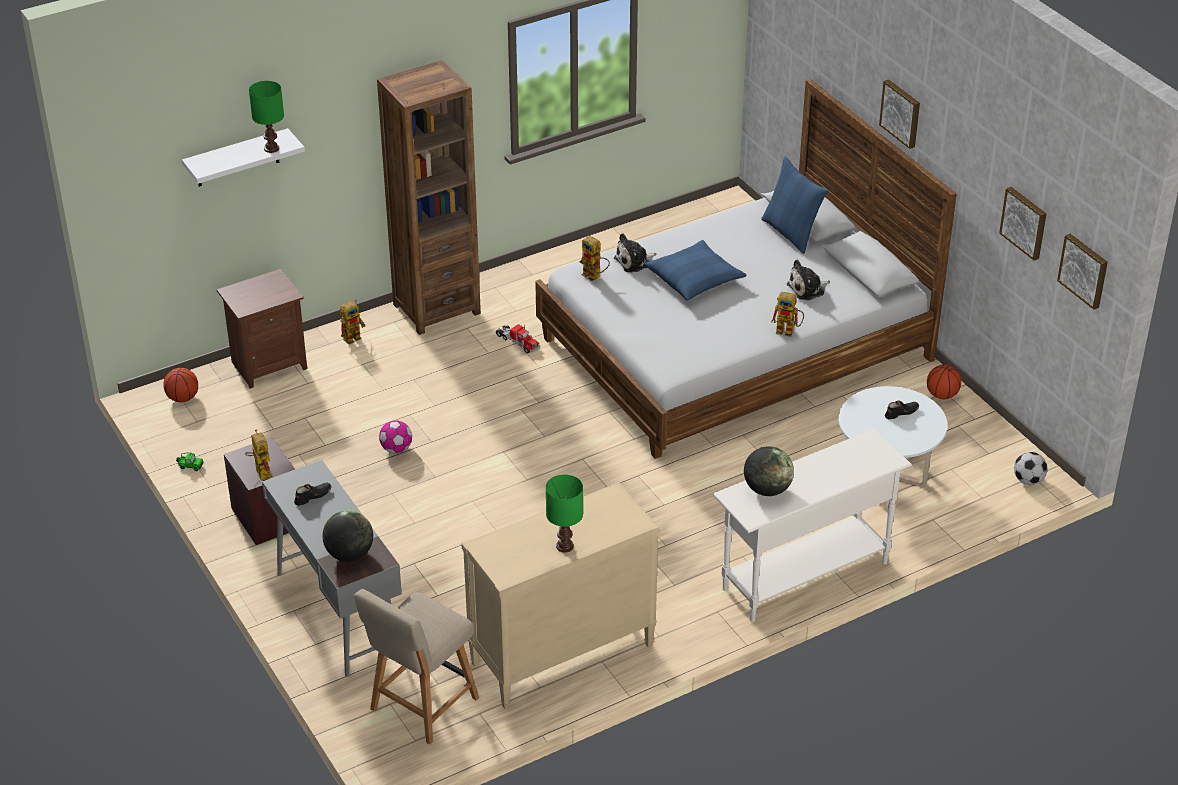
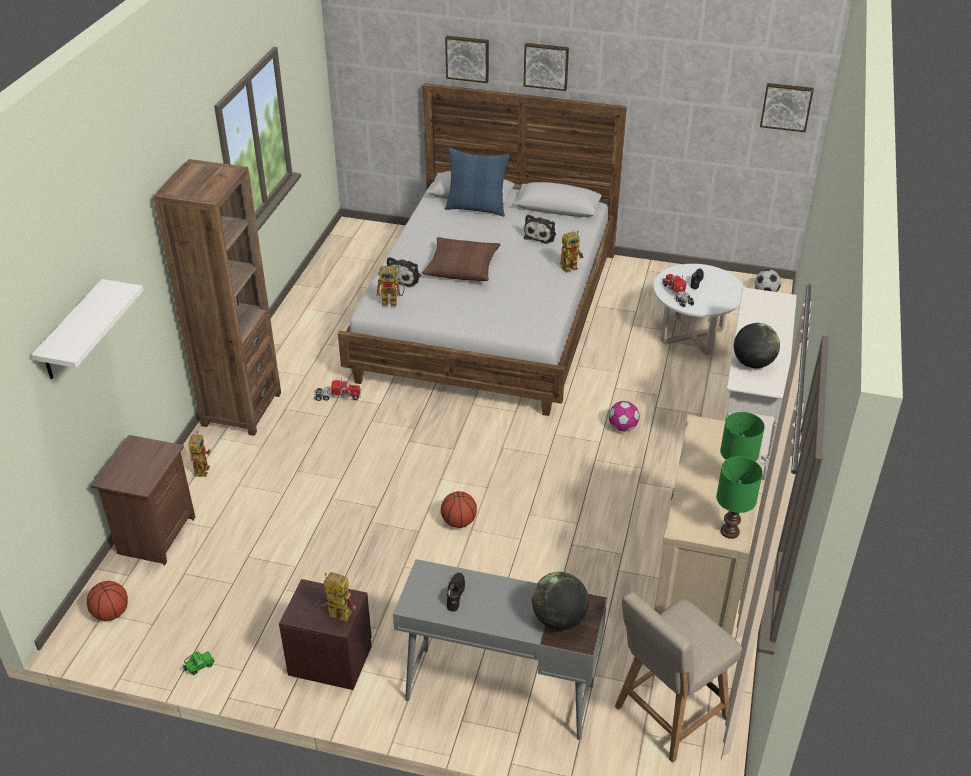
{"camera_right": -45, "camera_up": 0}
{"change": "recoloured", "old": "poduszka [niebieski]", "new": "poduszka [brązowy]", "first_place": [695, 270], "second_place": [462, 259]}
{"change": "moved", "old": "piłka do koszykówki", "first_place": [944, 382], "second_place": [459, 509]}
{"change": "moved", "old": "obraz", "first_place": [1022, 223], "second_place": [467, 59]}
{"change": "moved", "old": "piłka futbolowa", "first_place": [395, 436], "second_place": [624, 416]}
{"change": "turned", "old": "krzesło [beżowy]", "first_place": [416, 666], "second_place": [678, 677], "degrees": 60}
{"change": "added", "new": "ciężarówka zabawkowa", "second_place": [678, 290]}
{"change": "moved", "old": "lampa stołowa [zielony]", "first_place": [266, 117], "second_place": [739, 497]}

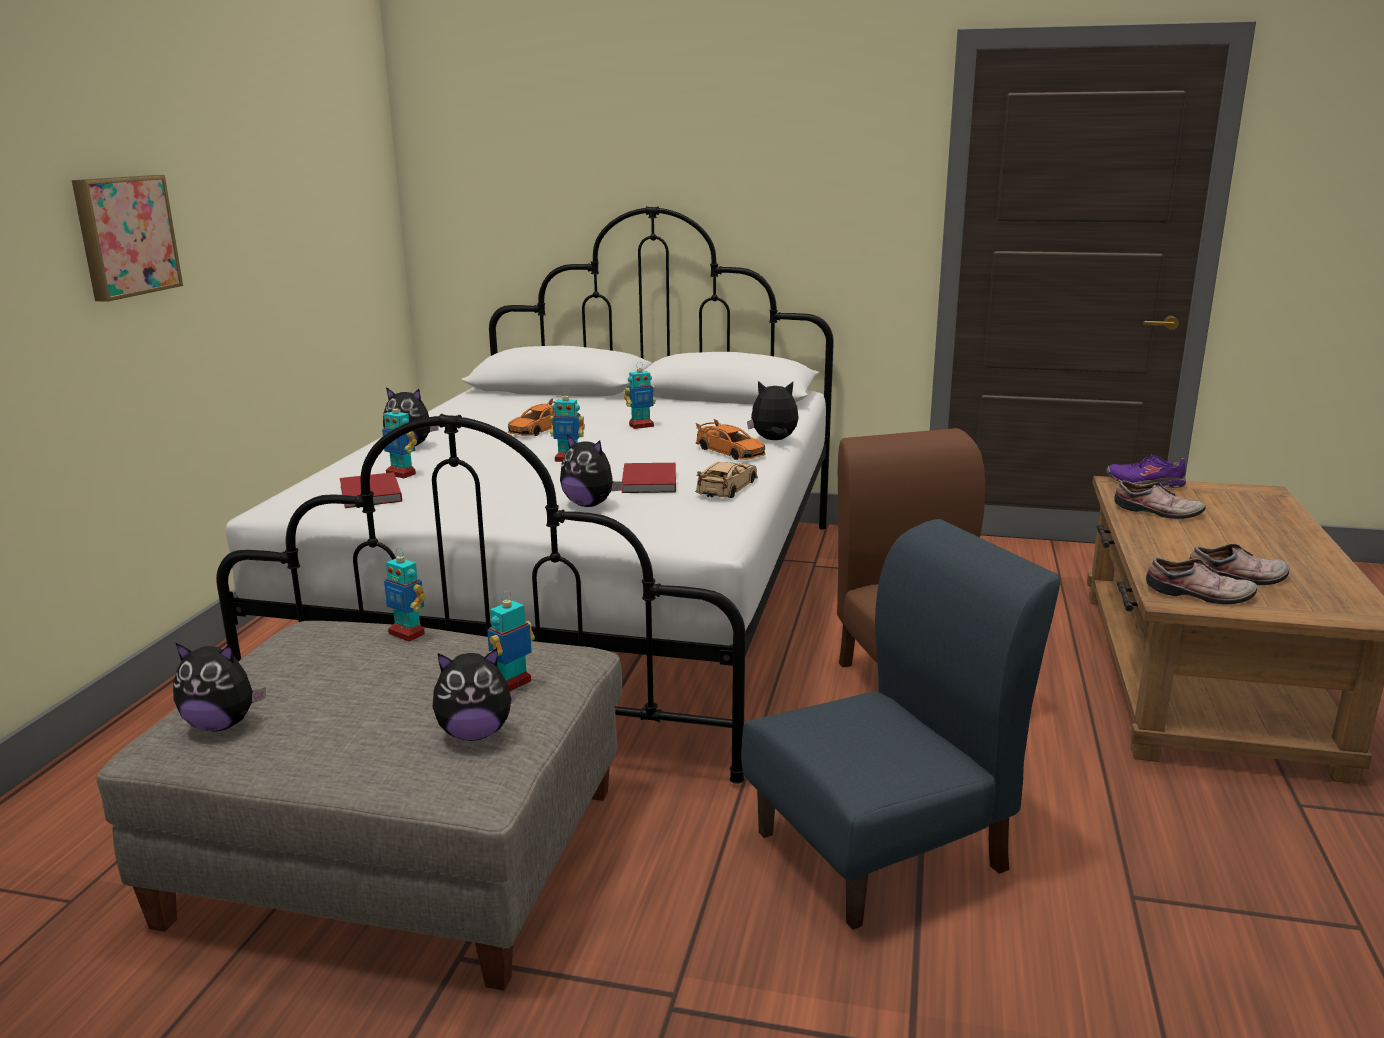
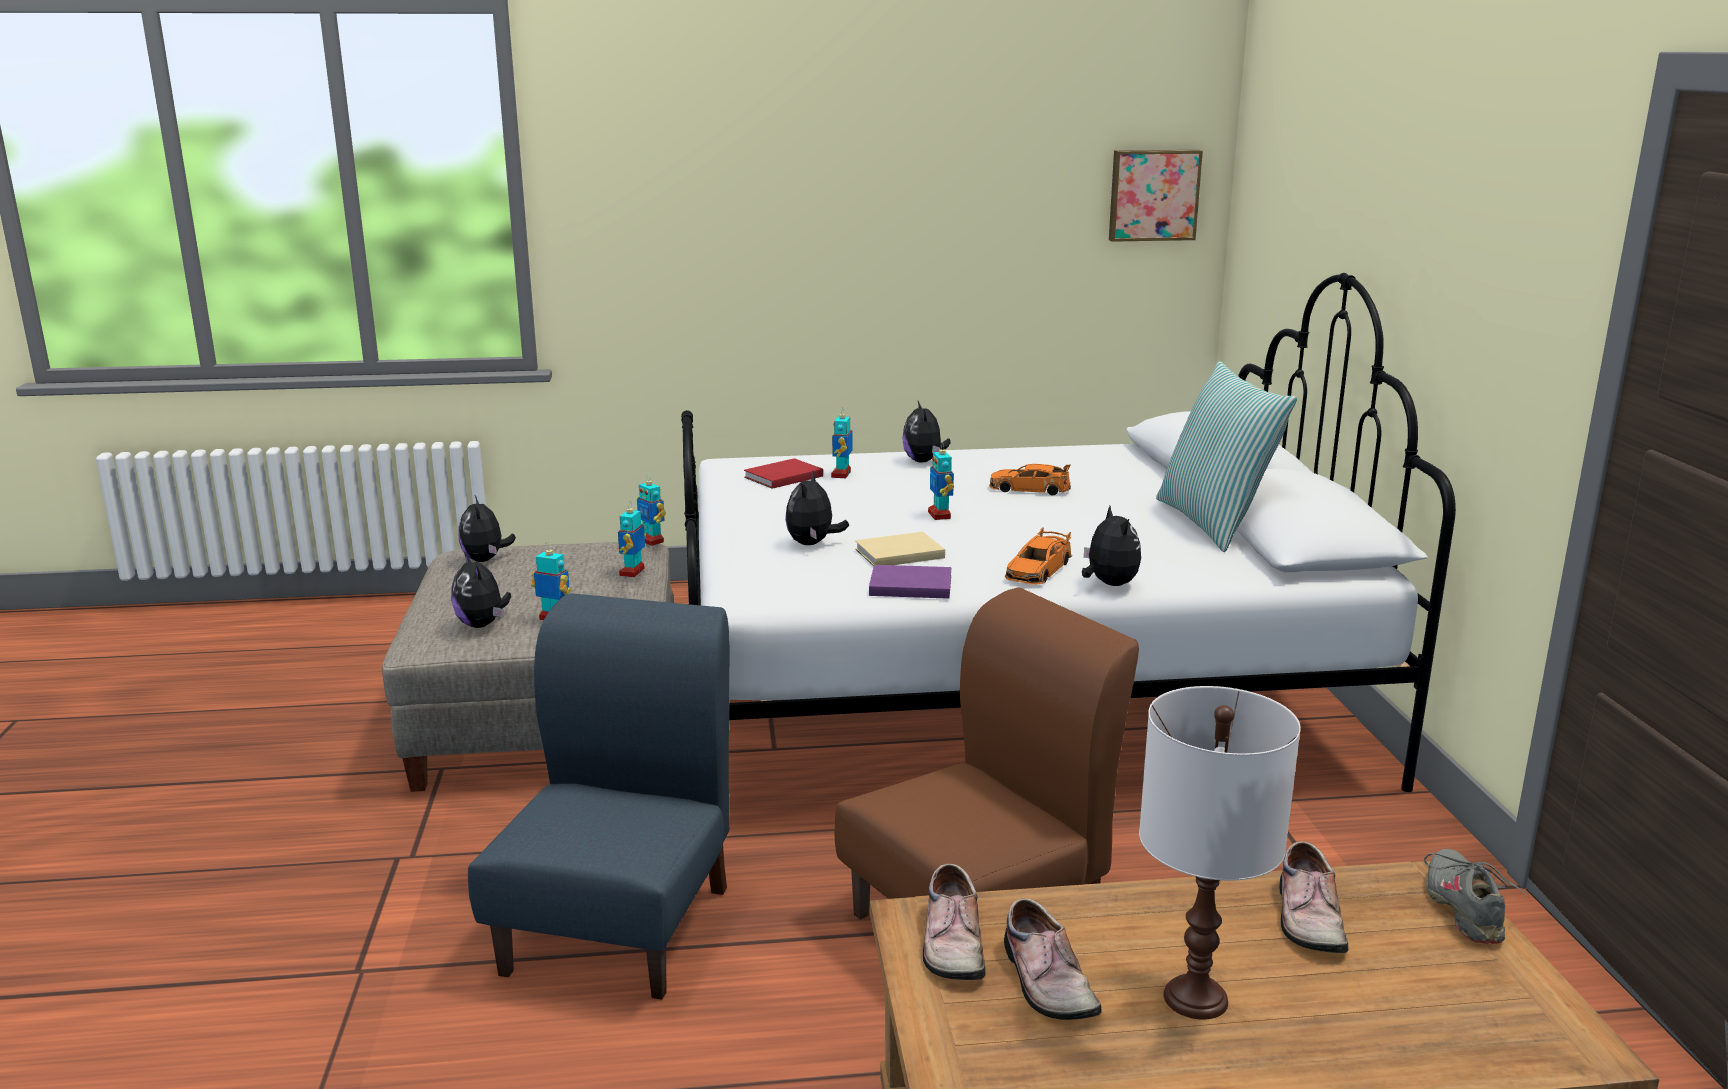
{"camera_right": 70, "camera_up": 0}
{"change": "turned", "old": "krzesło [niebieski]", "first_place": [900, 724], "second_place": [599, 796], "degrees": -120}
{"change": "moved", "old": "robot zabawkowy", "first_place": [640, 395], "second_place": [651, 510]}
{"change": "recoloured", "old": "książka [czerwony]", "new": "książka [beżowy]", "first_place": [649, 478], "second_place": [900, 549]}
{"change": "replaced", "old": "samochodzik [beżowy]", "new": "książka [fioletowy]", "first_place": [726, 480], "second_place": [910, 582]}
{"change": "moved", "old": "obraz", "first_place": [127, 238], "second_place": [1156, 196]}
{"change": "added", "new": "lampa stołowa [biały]", "second_place": [1220, 853]}
{"change": "added", "new": "poduszka", "second_place": [1226, 456]}
{"change": "recoloured", "old": "but [fioletowy]", "new": "but [szary]", "first_place": [1146, 471], "second_place": [1476, 896]}

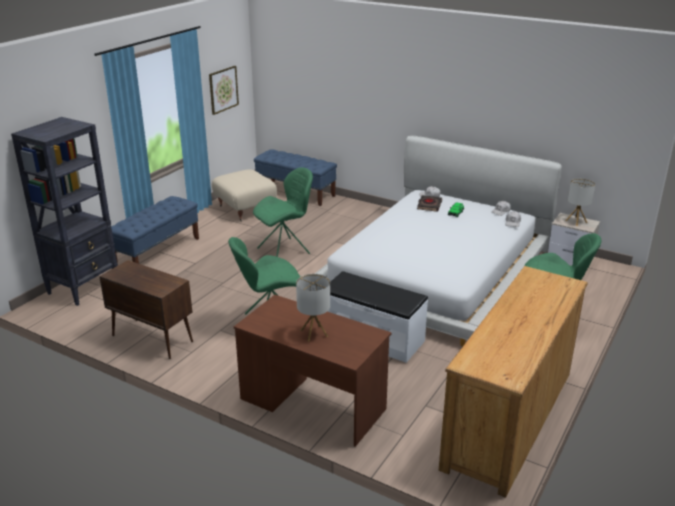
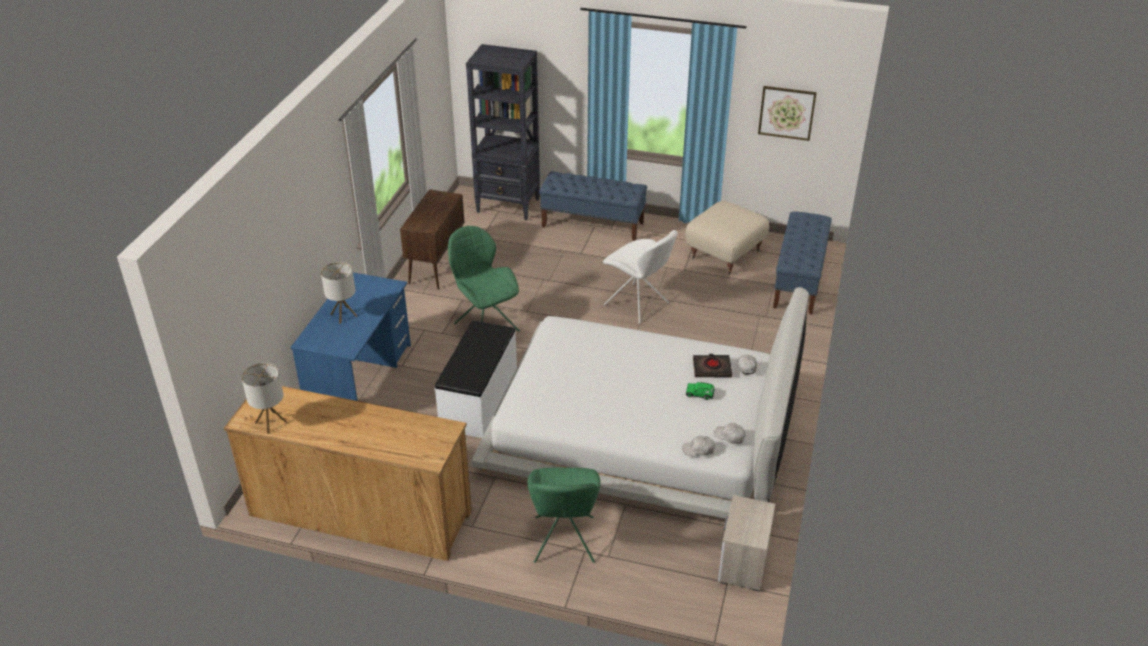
{"camera_right": 75, "camera_up": 10}
{"change": "moved", "old": "lampa stołowa", "first_place": [580, 202], "second_place": [265, 398]}
{"change": "recoloured", "old": "biurko [brązowy]", "new": "biurko [niebieski]", "first_place": [313, 371], "second_place": [350, 337]}
{"change": "recoloured", "old": "krzesło [zielony]", "new": "krzesło [biały]", "first_place": [283, 212], "second_place": [640, 277]}

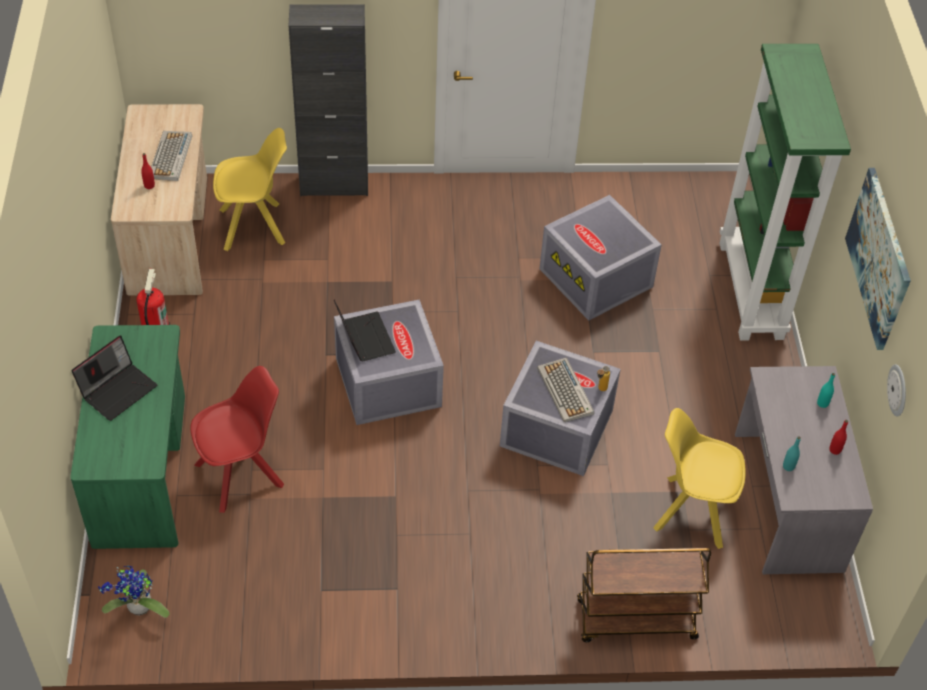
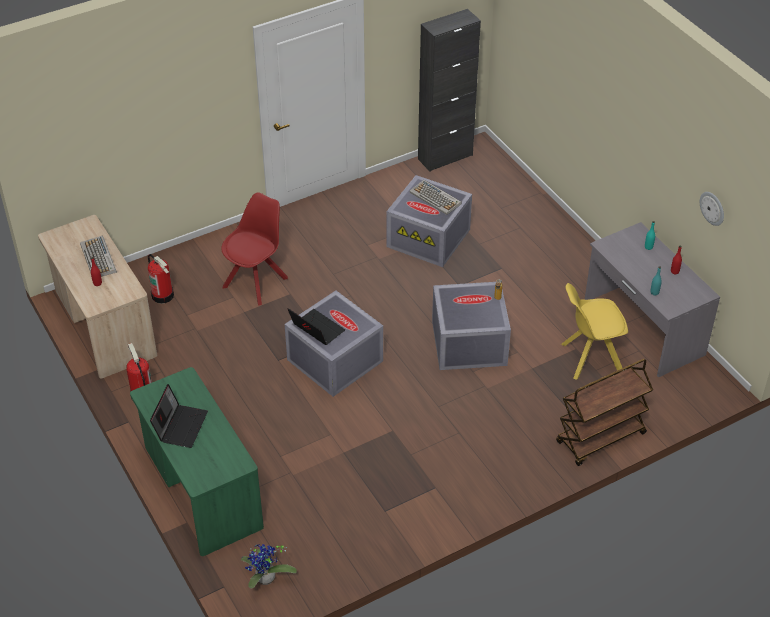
{"camera_right": -25, "camera_up": -5}
{"change": "replaced", "old": "krzesło [żółty]", "new": "gaśnica", "first_place": [250, 189], "second_place": [161, 279]}
{"change": "moved", "old": "krzesło [czerwony]", "first_place": [237, 439], "second_place": [254, 249]}
{"change": "moved", "old": "klawiatura", "first_place": [565, 390], "second_place": [435, 197]}
{"change": "moved", "old": "szafka [czarny]", "first_place": [328, 100], "second_place": [449, 90]}
{"change": "removed", "old": "regał [zielony]", "first_place": [785, 192]}
{"change": "removed", "old": "obraz", "first_place": [878, 259]}

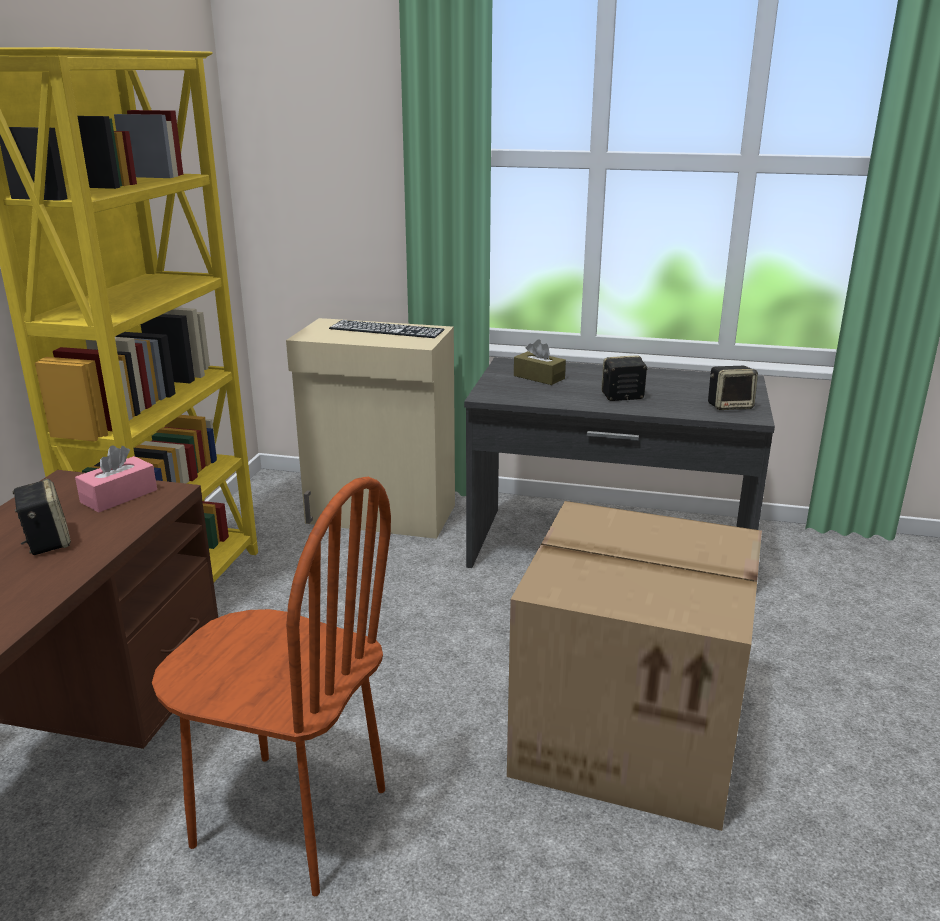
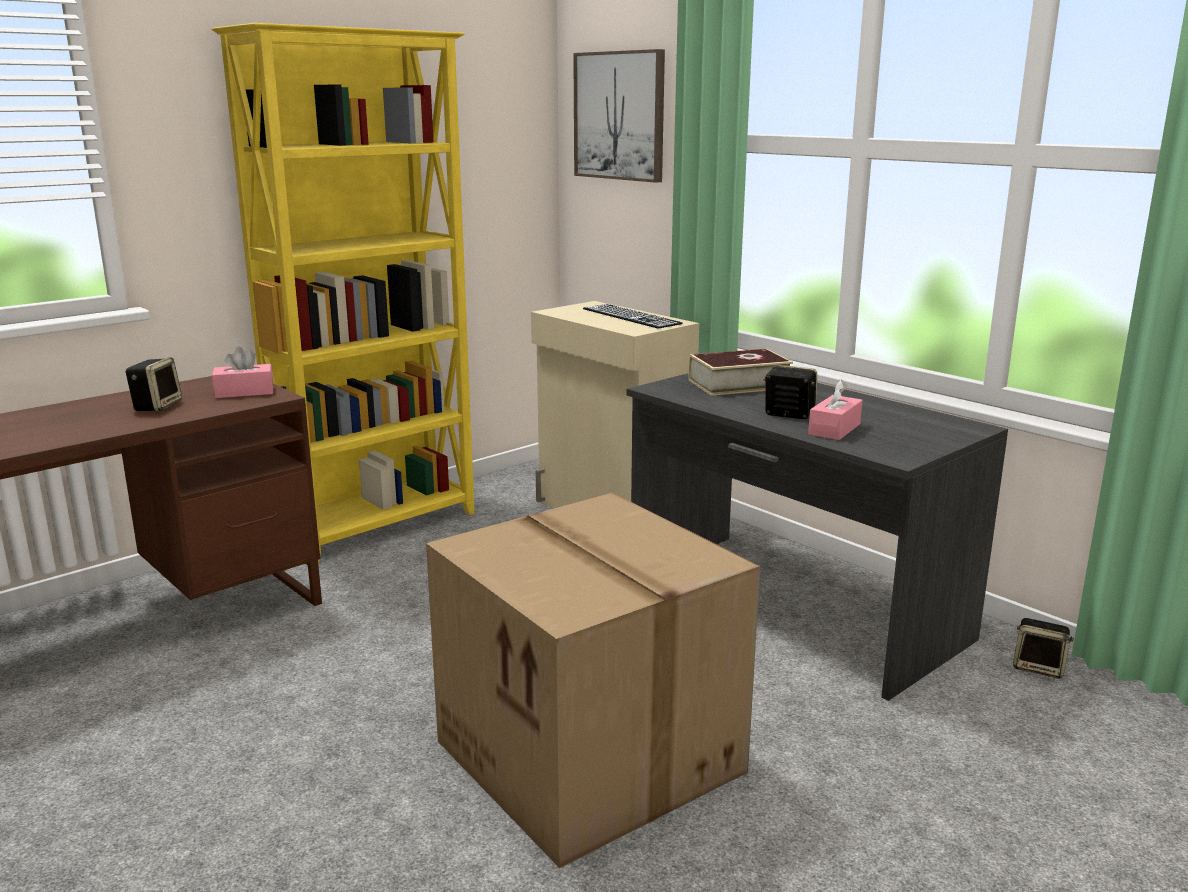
{"camera_right": 35, "camera_up": -5}
{"change": "added", "new": "obraz", "second_place": [619, 116]}
{"change": "replaced", "old": "pudełko chusteczek [brązowy]", "new": "książka", "first_place": [540, 362], "second_place": [740, 372]}
{"change": "added", "new": "pudełko chusteczek [różowy]", "second_place": [835, 410]}
{"change": "moved", "old": "głośnik", "first_place": [733, 388], "second_place": [1043, 648]}
{"change": "removed", "old": "krzesło [brązowy]", "first_place": [271, 686]}

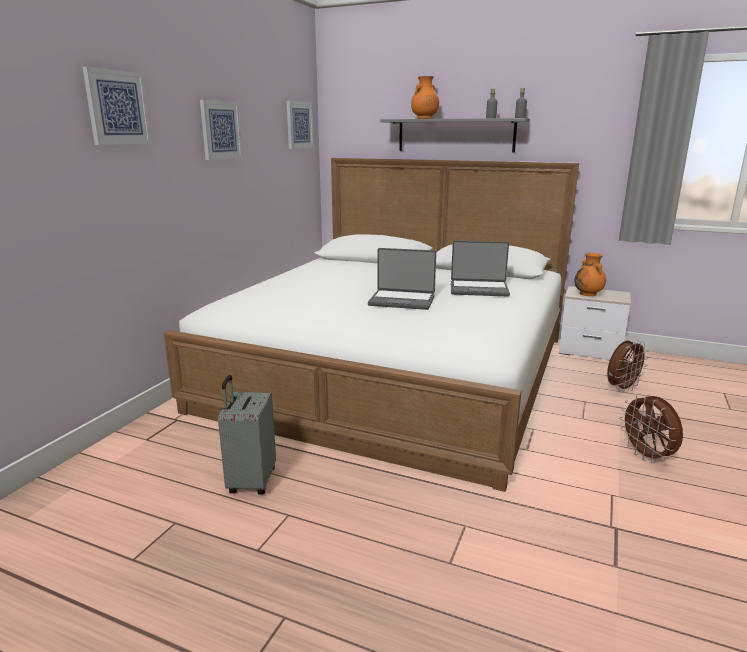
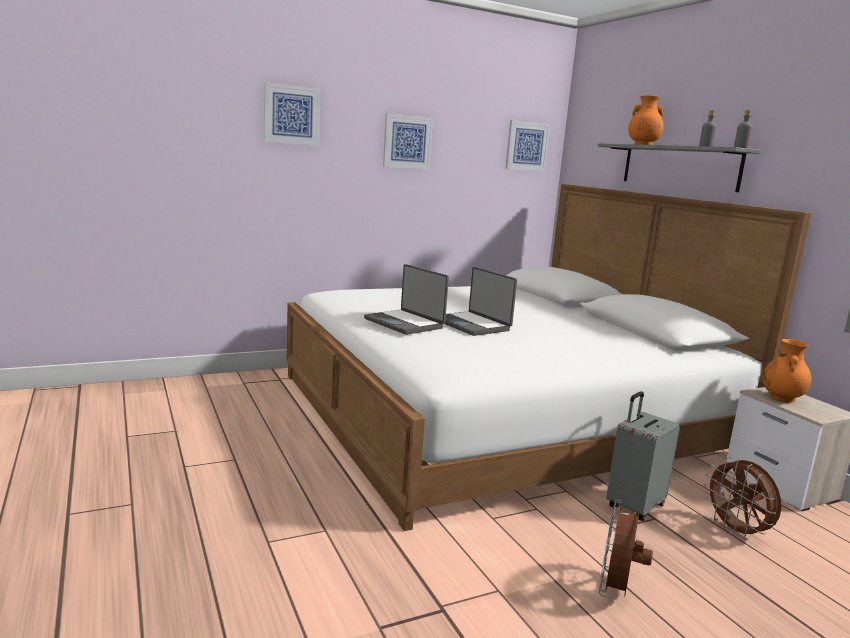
{"camera_right": 40, "camera_up": -5}
{"change": "moved", "old": "laptop", "first_place": [480, 268], "second_place": [406, 299]}
{"change": "moved", "old": "walizka [szary]", "first_place": [247, 435], "second_place": [643, 456]}
{"change": "turned", "old": "wentylator [brązowy]", "first_place": [628, 366], "second_place": [743, 498], "degrees": 60}

